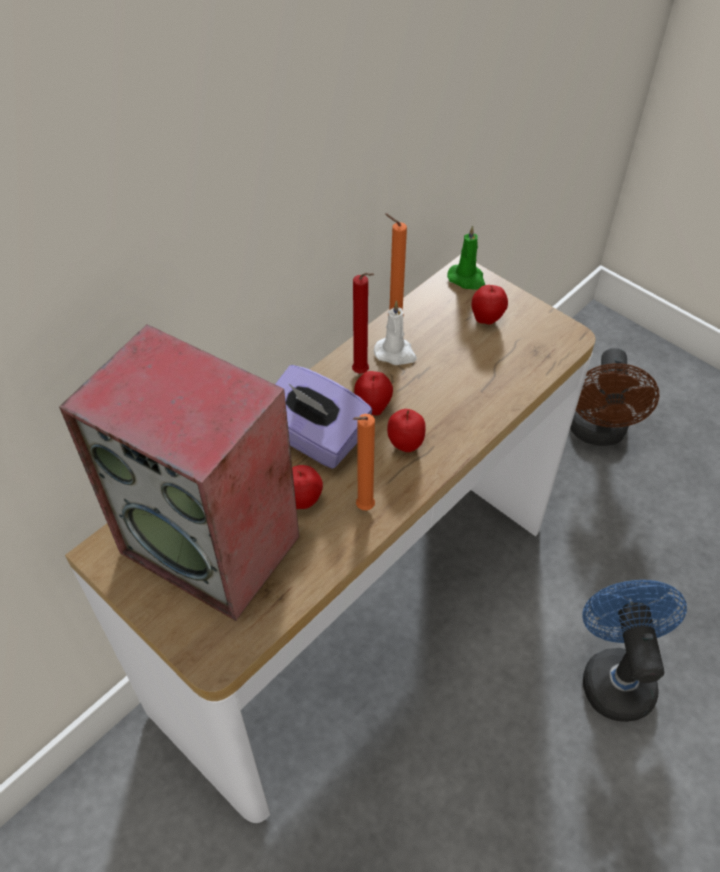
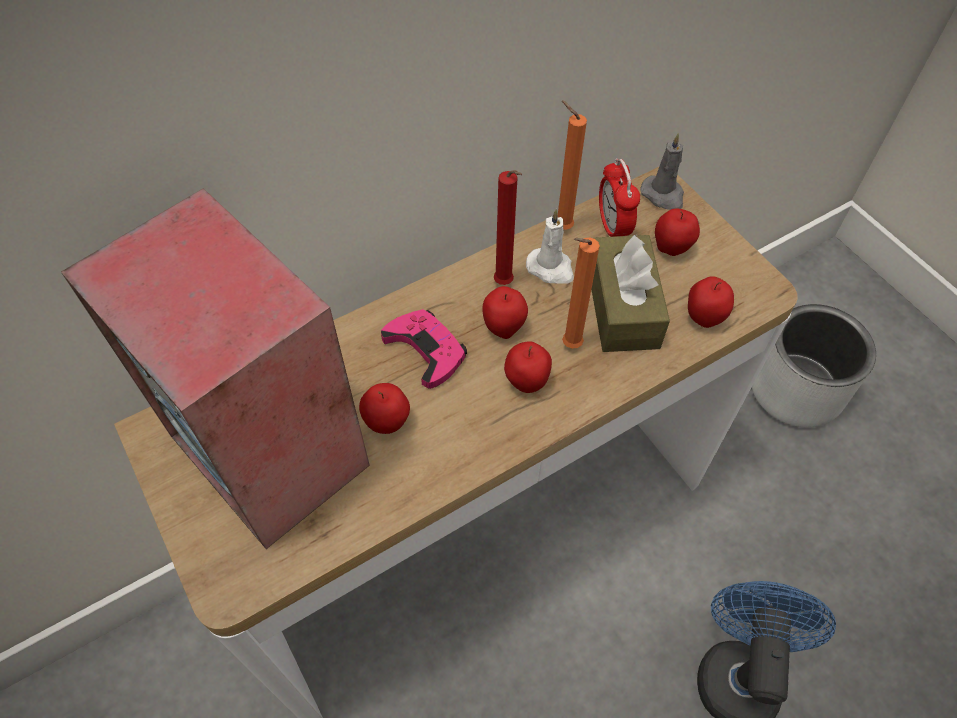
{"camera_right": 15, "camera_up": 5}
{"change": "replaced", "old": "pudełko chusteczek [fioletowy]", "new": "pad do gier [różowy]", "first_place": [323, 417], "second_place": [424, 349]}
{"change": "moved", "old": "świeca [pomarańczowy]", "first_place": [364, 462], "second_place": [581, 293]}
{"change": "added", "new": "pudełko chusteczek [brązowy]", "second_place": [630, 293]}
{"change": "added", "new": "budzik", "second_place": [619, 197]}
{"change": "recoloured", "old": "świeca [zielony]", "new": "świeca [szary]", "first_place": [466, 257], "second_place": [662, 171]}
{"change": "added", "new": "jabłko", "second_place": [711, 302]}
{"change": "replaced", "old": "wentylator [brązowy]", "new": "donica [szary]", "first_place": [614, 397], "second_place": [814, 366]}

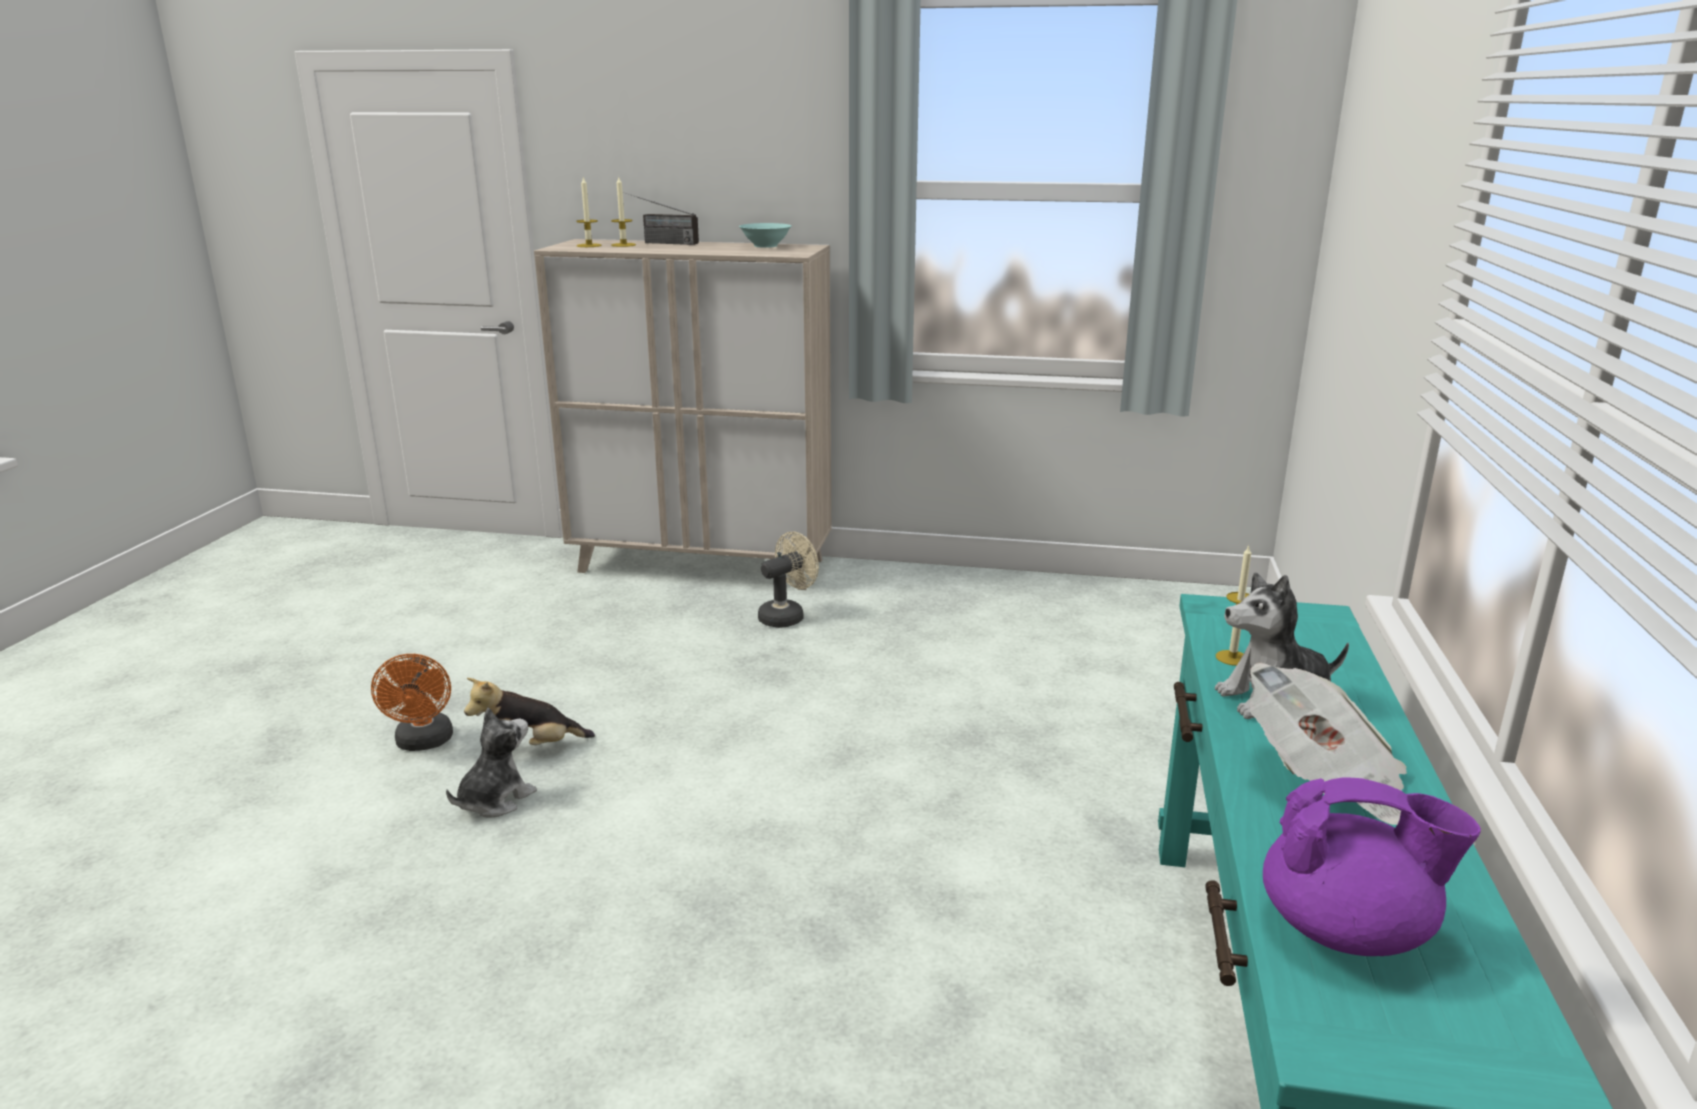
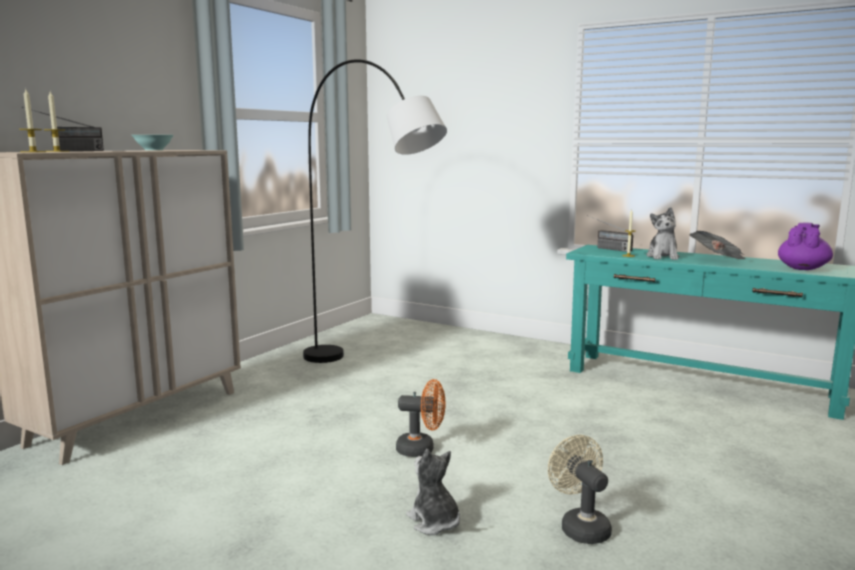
{"camera_right": -70, "camera_up": -10}
{"change": "added", "new": "lampa stojąca [szary]", "second_place": [375, 211]}
{"change": "moved", "old": "wentylator [pomarańczowy]", "first_place": [412, 702], "second_place": [421, 418]}
{"change": "moved", "old": "wentylator [beżowy]", "first_place": [788, 580], "second_place": [580, 489]}
{"change": "added", "new": "radio", "second_place": [610, 233]}
{"change": "removed", "old": "pluszak", "first_place": [529, 711]}

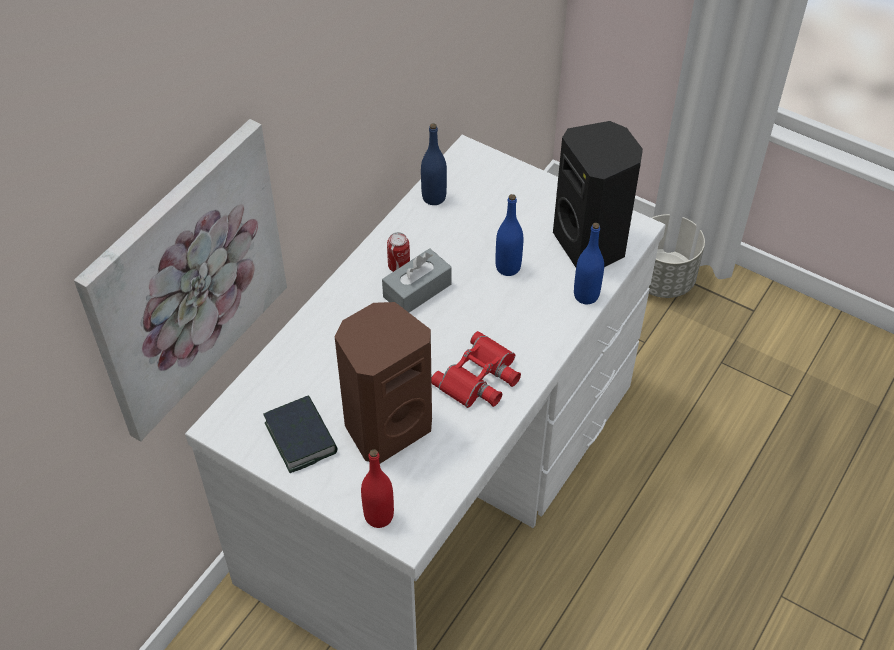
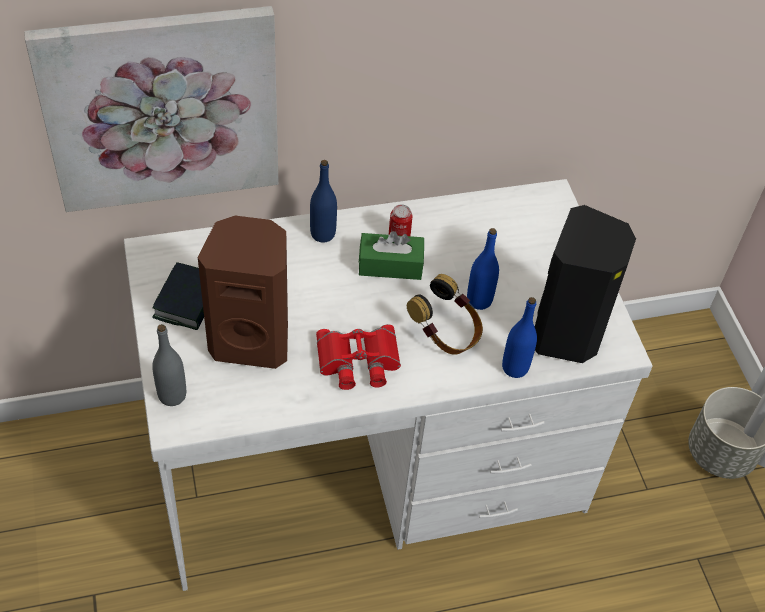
{"camera_right": 40, "camera_up": 0}
{"change": "recoloured", "old": "butelka [czerwony]", "new": "butelka [szary]", "first_place": [377, 488], "second_place": [169, 365]}
{"change": "moved", "old": "butelka [niebieski]", "first_place": [434, 164], "second_place": [323, 201]}
{"change": "recoloured", "old": "pudełko chusteczek [szary]", "new": "pudełko chusteczek [zielony]", "first_place": [416, 280], "second_place": [391, 255]}
{"change": "added", "new": "słuchawki", "second_place": [445, 314]}

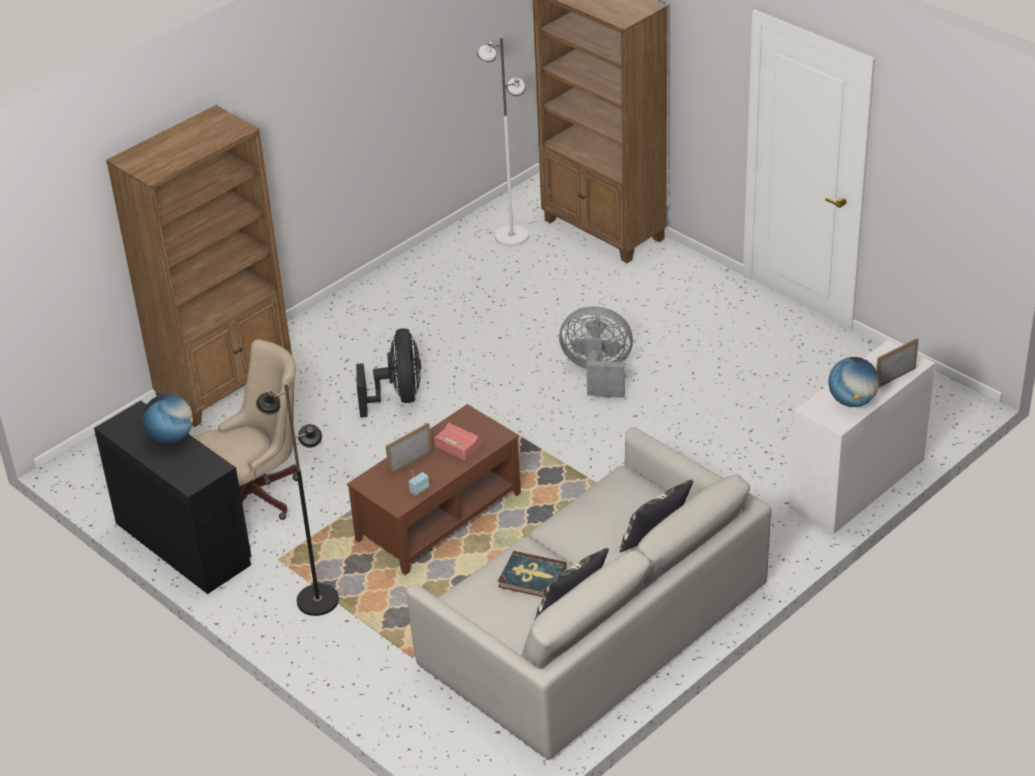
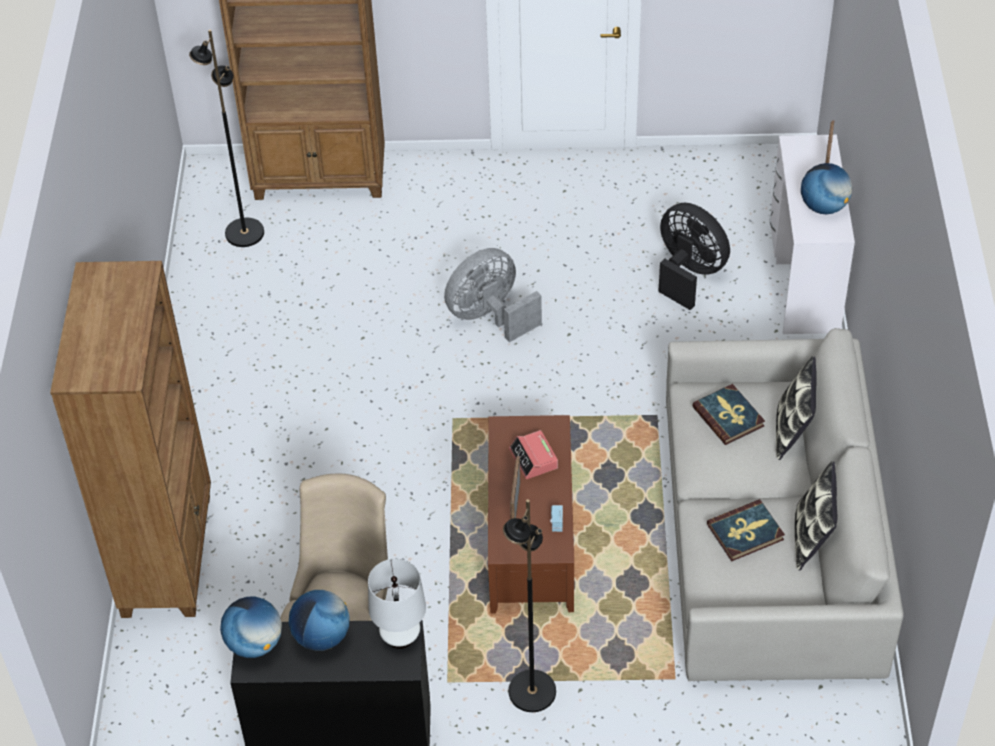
{"camera_right": -45, "camera_up": 10}
{"change": "recoloured", "old": "lampa stojąca [biały]", "new": "lampa stojąca [czarny]", "first_place": [503, 141], "second_place": [226, 138]}
{"change": "added", "new": "globus", "second_place": [251, 627]}
{"change": "added", "new": "lampa stołowa [biały]", "second_place": [397, 604]}
{"change": "turned", "old": "budzik", "first_place": [459, 441], "second_place": [533, 454], "degrees": -105}
{"change": "moved", "old": "wentylator [czarny]", "first_place": [388, 373], "second_place": [694, 256]}
{"change": "added", "new": "książka", "second_place": [728, 414]}

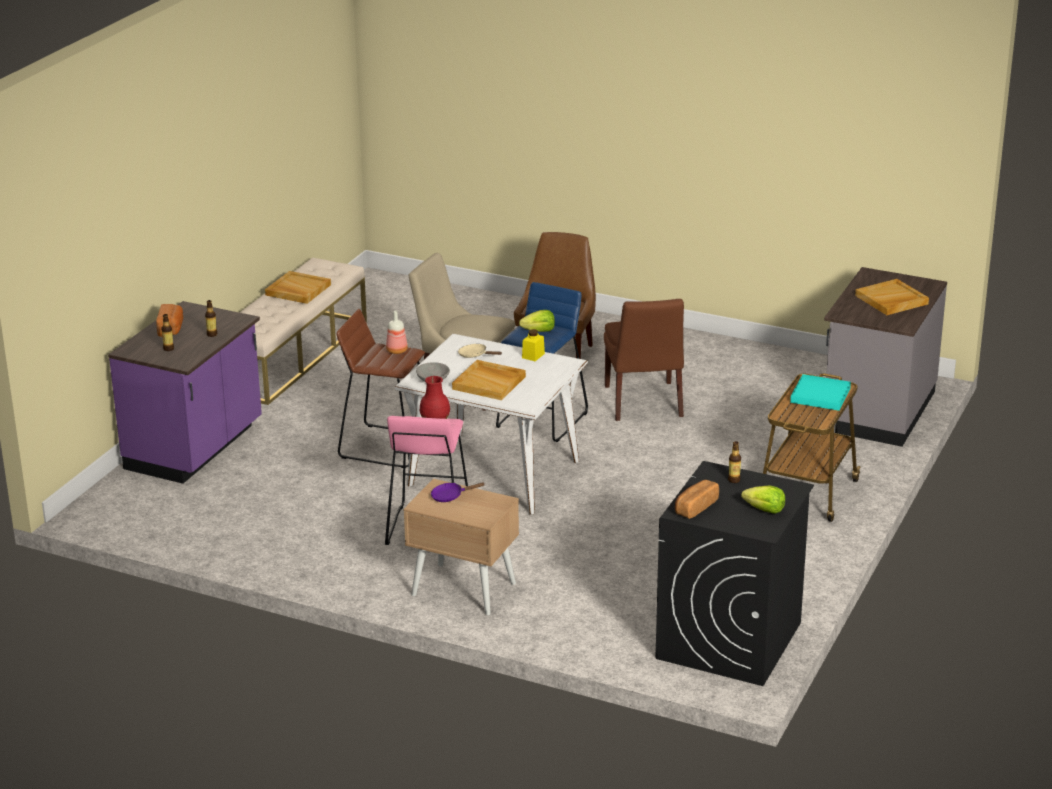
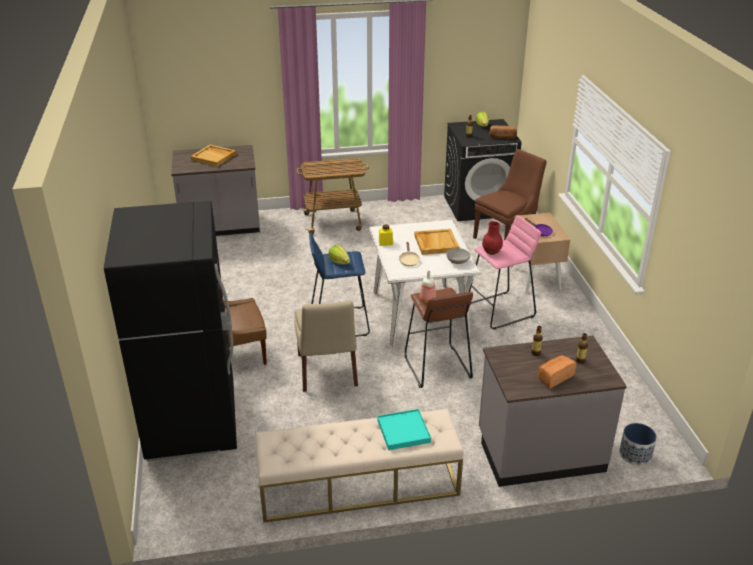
{"camera_right": -125, "camera_up": 5}
{"change": "added", "new": "lodówka [czarny]", "second_place": [170, 331]}
{"change": "moved", "old": "taca [turkusowy]", "first_place": [820, 392], "second_place": [404, 429]}
{"change": "moved", "old": "krzesło [brązowy]", "first_place": [644, 360], "second_place": [509, 194]}
{"change": "recoloured", "old": "zabudowa kuchenna [fioletowy]", "new": "zabudowa kuchenna [szary]", "first_place": [185, 392], "second_place": [553, 411]}
{"change": "added", "new": "donica", "second_place": [638, 444]}
{"change": "removed", "old": "taca [beżowy]", "first_place": [298, 287]}

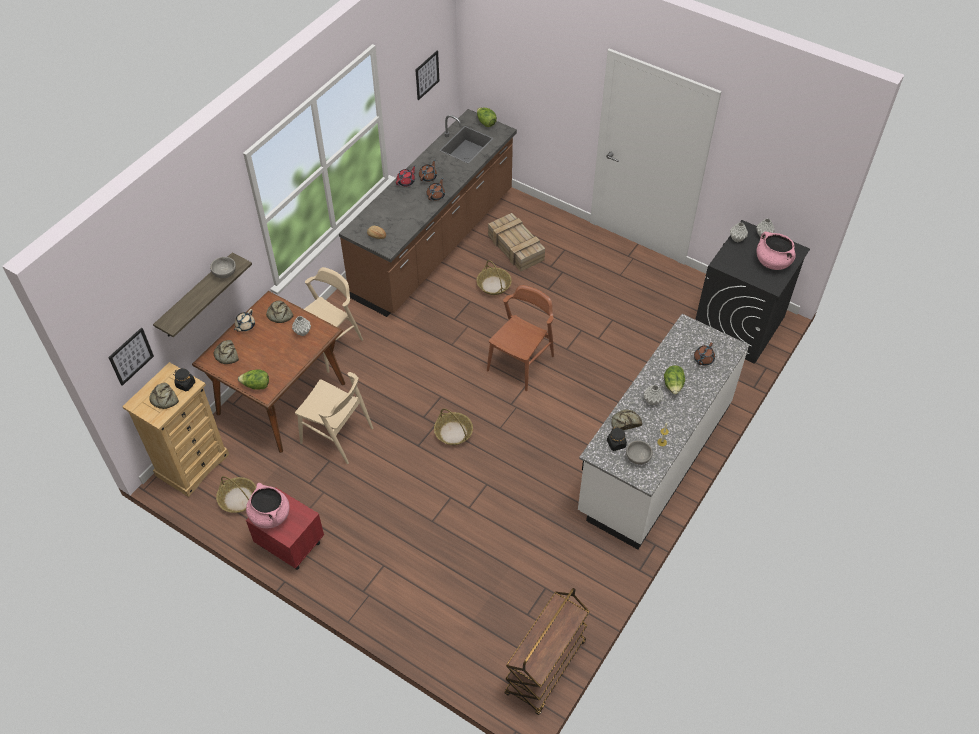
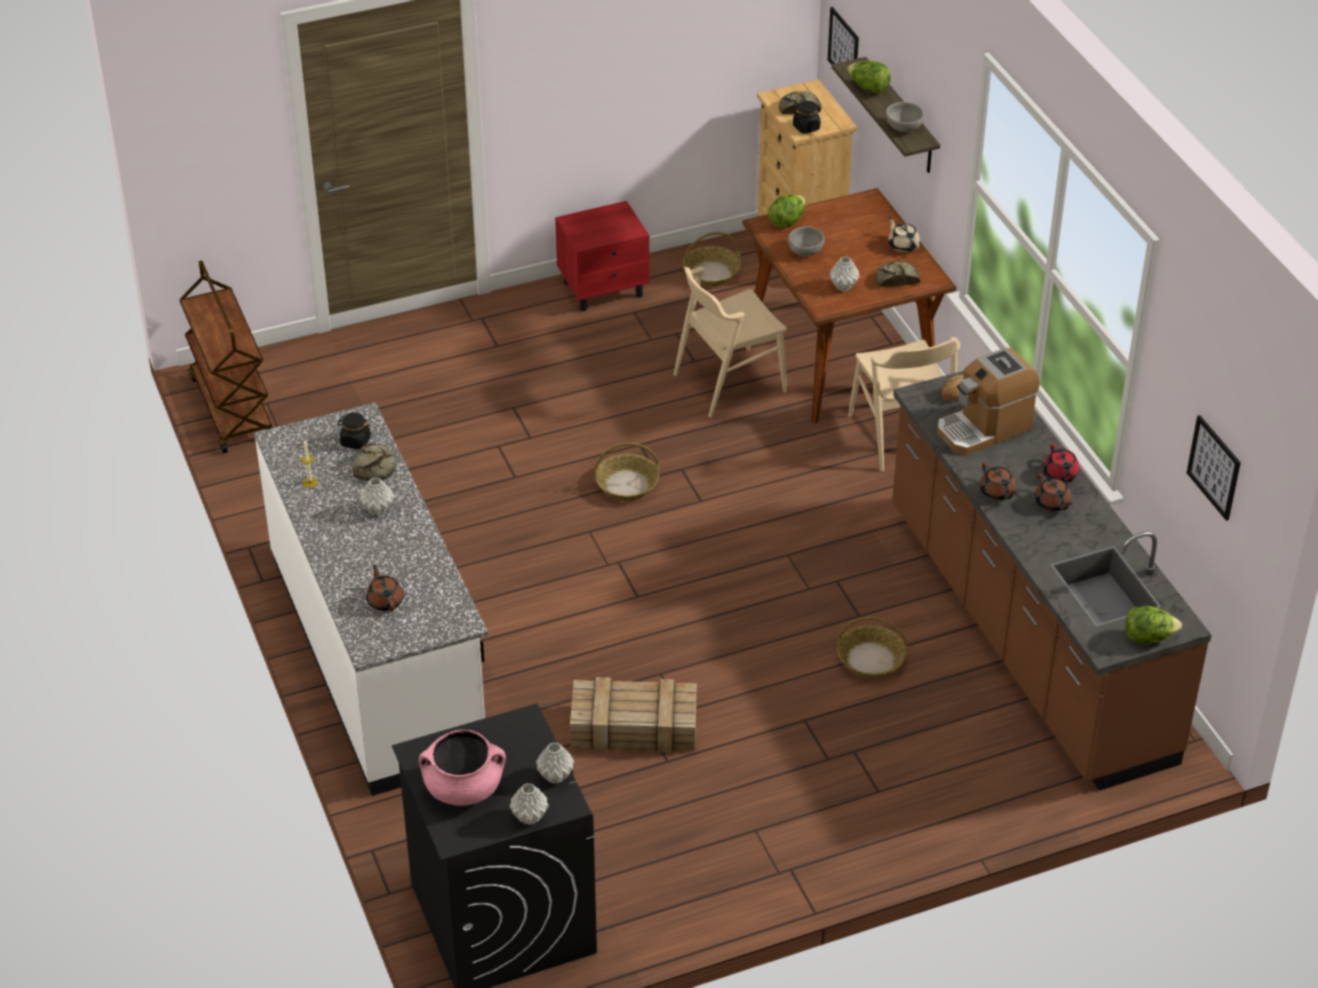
{"camera_right": 125, "camera_up": -10}
{"change": "moved", "old": "skrzynka", "first_place": [516, 242], "second_place": [633, 715]}
{"change": "moved", "old": "miska [szary]", "first_place": [639, 452], "second_place": [806, 241]}
{"change": "moved", "old": "sałata", "first_place": [674, 380], "second_place": [869, 77]}
{"change": "added", "new": "ekspres do kawy", "second_place": [988, 401]}
{"change": "removed", "old": "chleb", "first_place": [226, 352]}
{"change": "removed", "old": "garnek [różowy]", "first_place": [268, 505]}
{"change": "removed", "old": "krzesło [brązowy]", "first_place": [520, 338]}

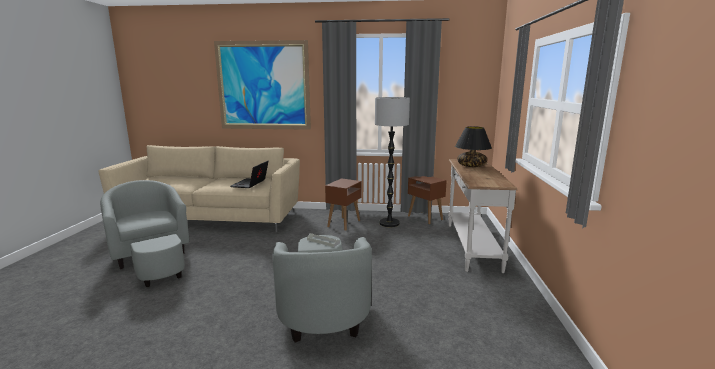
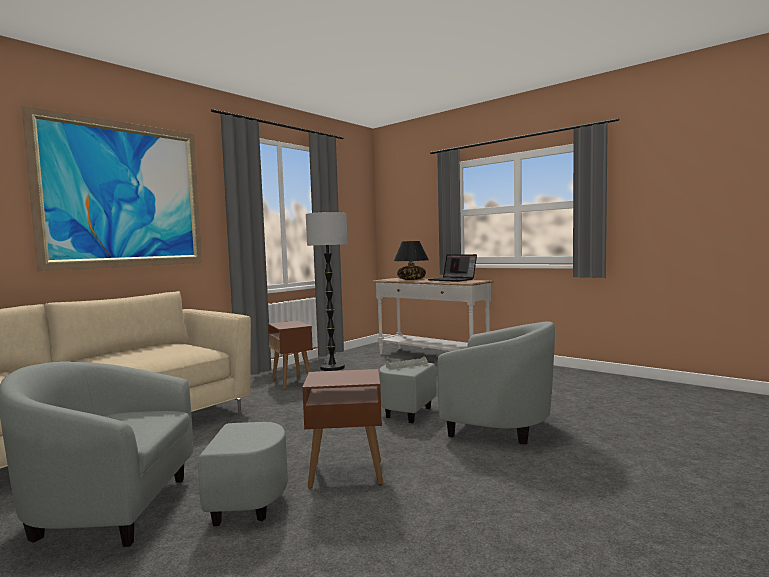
{"camera_right": -55, "camera_up": -10}
{"change": "moved", "old": "stolik [brązowy]", "first_place": [427, 200], "second_place": [342, 428]}
{"change": "moved", "old": "laptop", "first_place": [249, 174], "second_place": [452, 268]}

